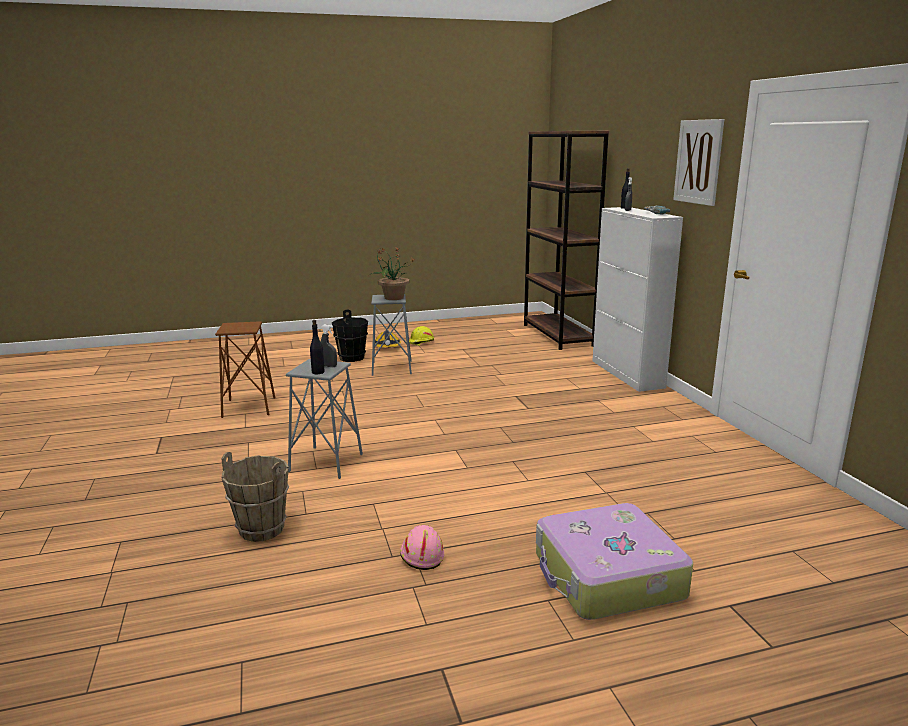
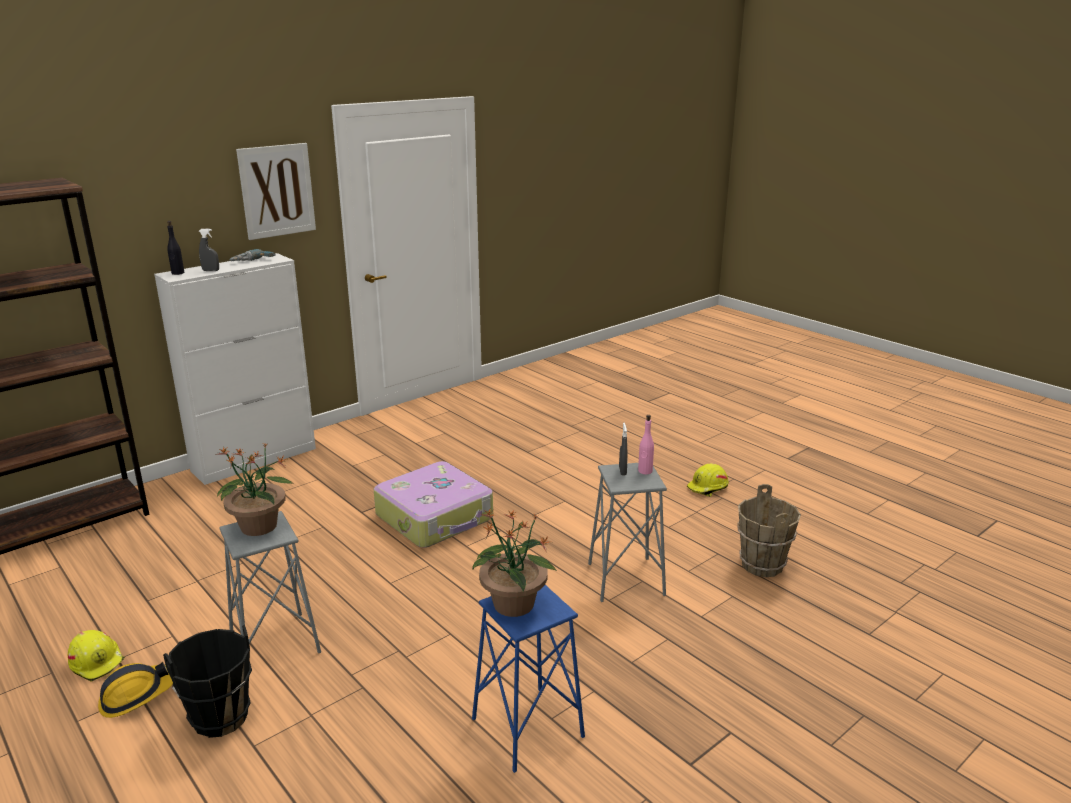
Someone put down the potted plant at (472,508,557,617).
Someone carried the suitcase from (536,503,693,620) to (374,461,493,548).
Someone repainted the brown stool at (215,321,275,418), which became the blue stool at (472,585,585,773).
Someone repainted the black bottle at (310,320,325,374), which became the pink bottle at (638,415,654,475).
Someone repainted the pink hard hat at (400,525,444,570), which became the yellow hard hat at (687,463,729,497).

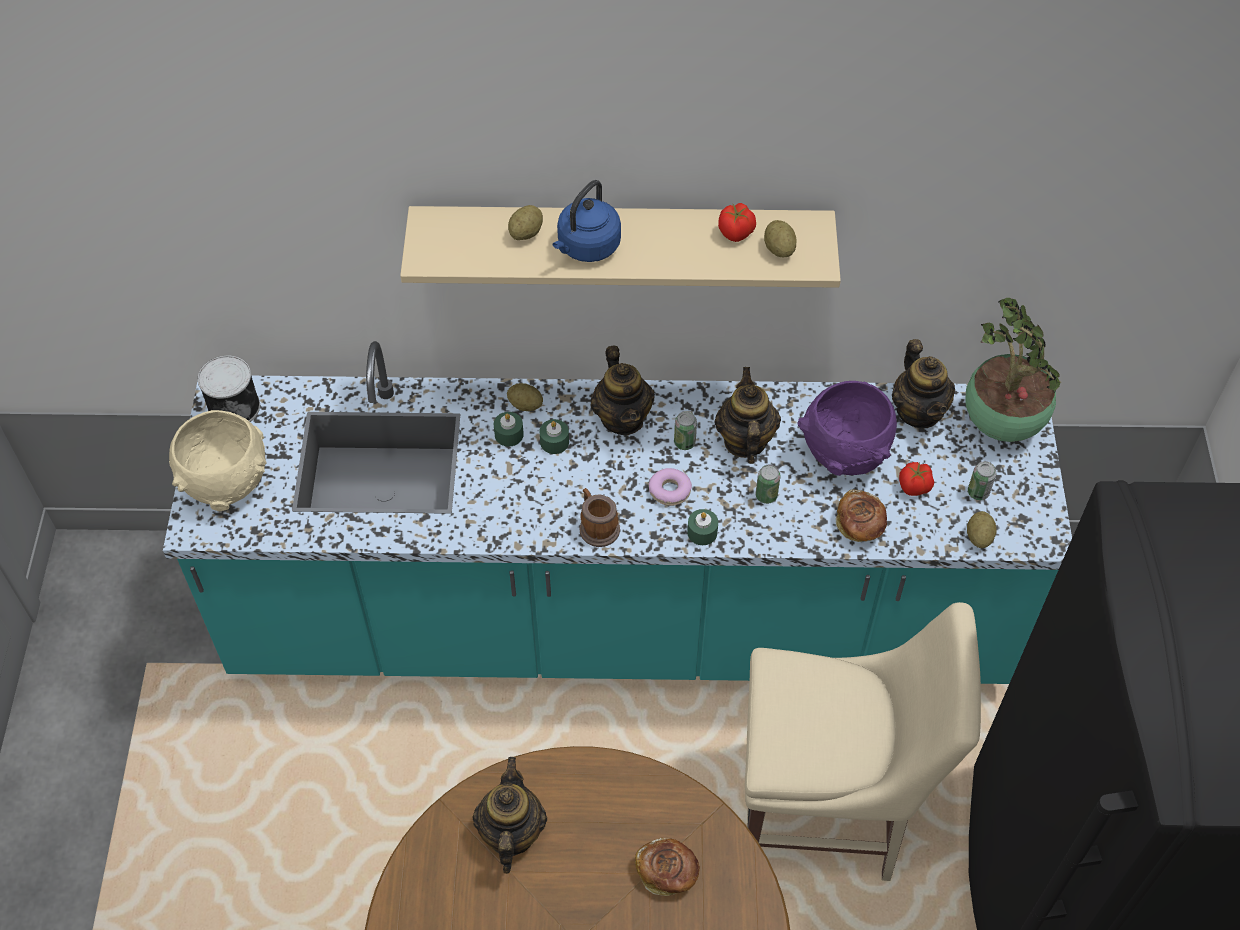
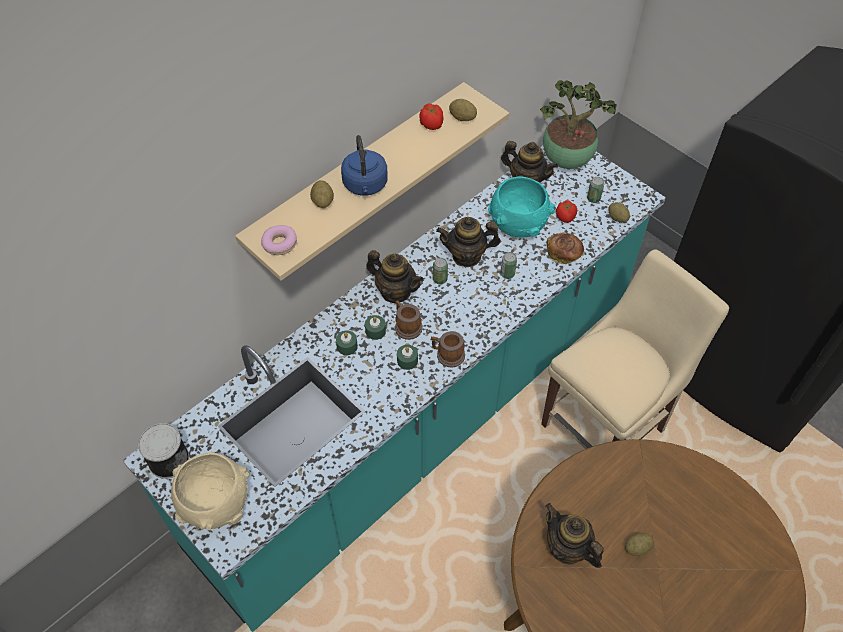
Someone took away the bread at (635,838,700,896).
Someone put down the mug at (395,300,423,340).
Someone carried the potato from (507,383,543,411) to (625,533,653,556).
Someone carried the donut from (649,468,692,506) to (261,225,297,255).
Someone carried the green candle from (687,509,718,545) to (397,345,418,370).
Someone repainted the purple bowl at (797,381,897,476), which became the turquoise bowl at (488,177,555,238).
Someone rotated the teapot at (714,367,781,464) by 45 degrees counterclockwise.

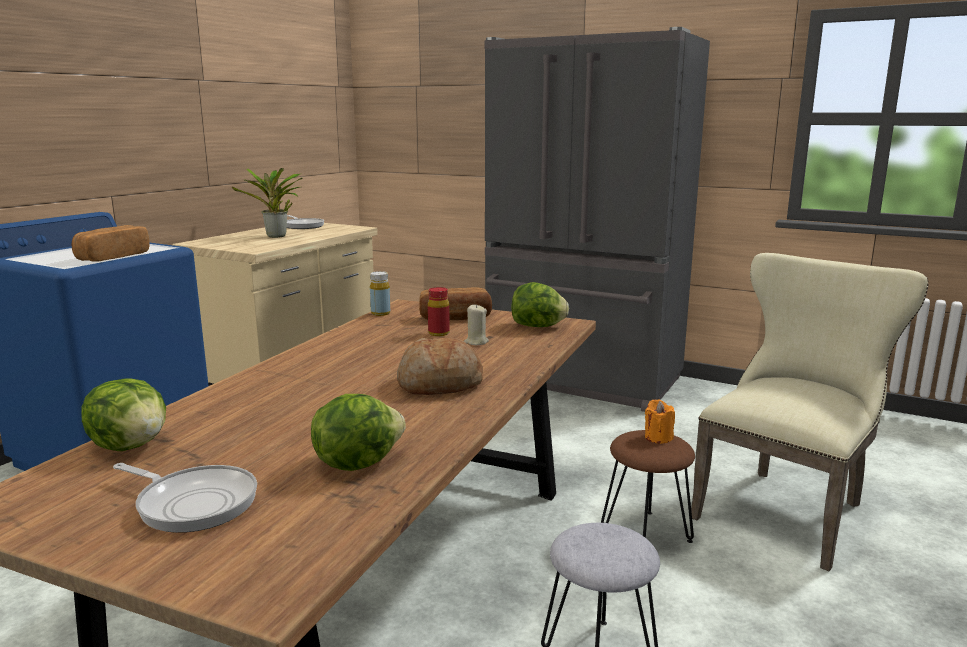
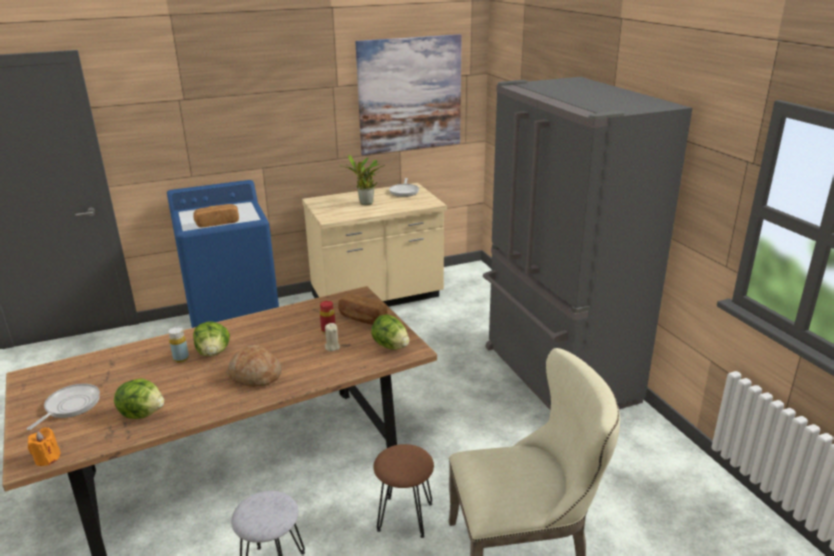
Someone put up the picture at (355,34,462,155).
Someone carried the lettuce from (81,379,166,451) to (193,321,230,356).
Someone carried the yellow bottle from (370,271,390,316) to (169,327,189,362).
Someone carried the orange candle from (645,399,675,444) to (28,427,60,466).
Someone rotated the frying pan at (113,463,257,533) by 135 degrees counterclockwise.

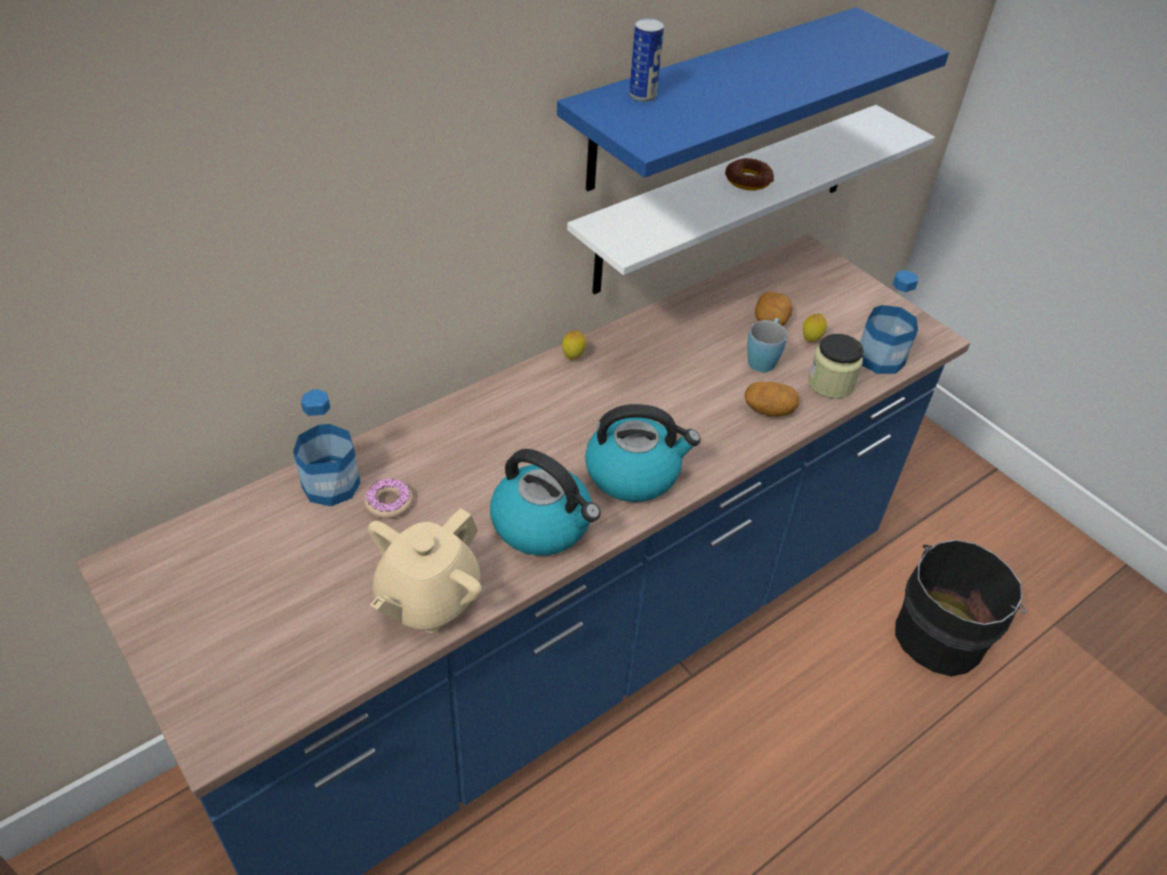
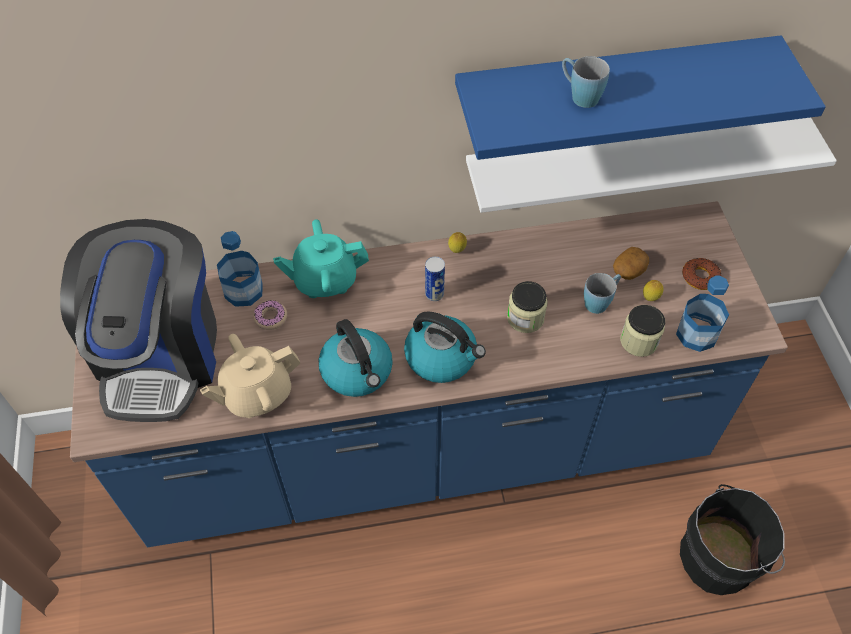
Someone took away the potato at (744,382,799,417).
Someone put down the coffee machine at (60,219,217,422).
Someone put down the turquoise teapot at (273,219,369,298).
Someone put down the jar at (507,281,548,333).
Someone put down the blue mug at (562,56,610,108).
Someone carried the can from (629,18,664,102) to (425,257,445,301).
Someone carried the donut from (725,158,774,191) to (682,258,721,290).

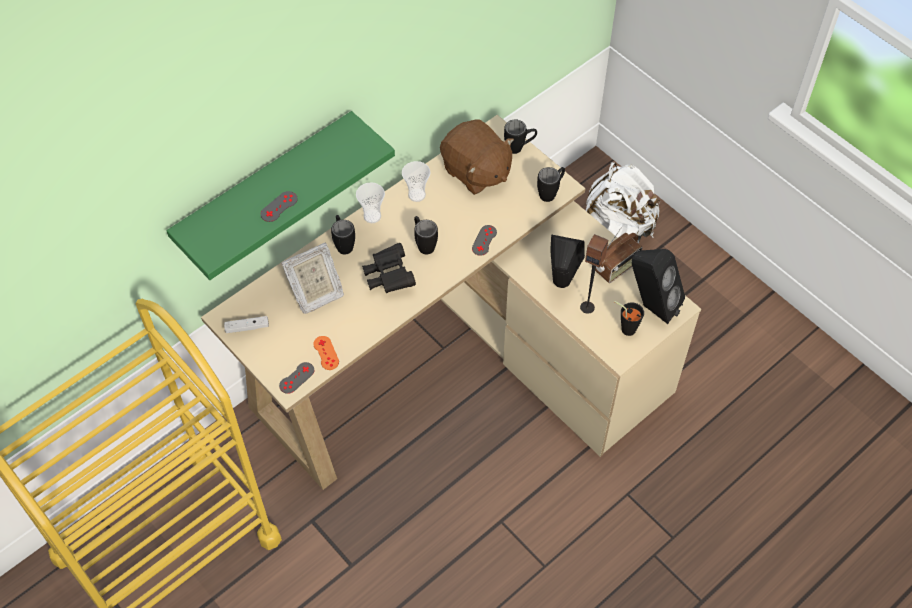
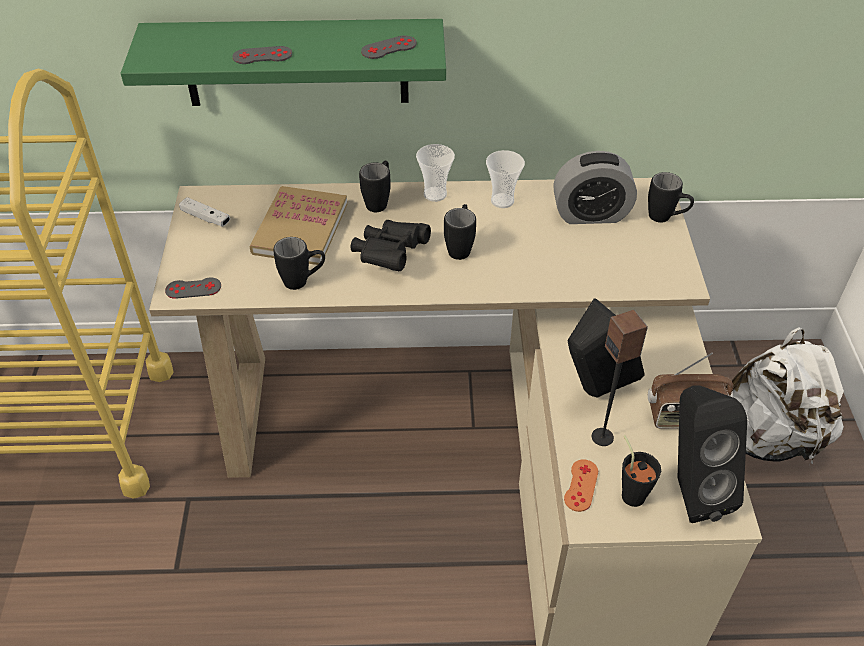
Someone carried the orange game controller from (313,336,339,370) to (564,459,598,512).
Someone carried the grey game controller from (472,225,497,256) to (361,35,417,59).
Someone carried the black mug from (537,167,565,202) to (273,237,325,290).
Someone swapped the picture frame at (281,243,344,314) for the book at (249,186,347,265).
Someone swapped the brown plush toy at (440,119,514,195) for the alarm clock at (553,151,637,224).

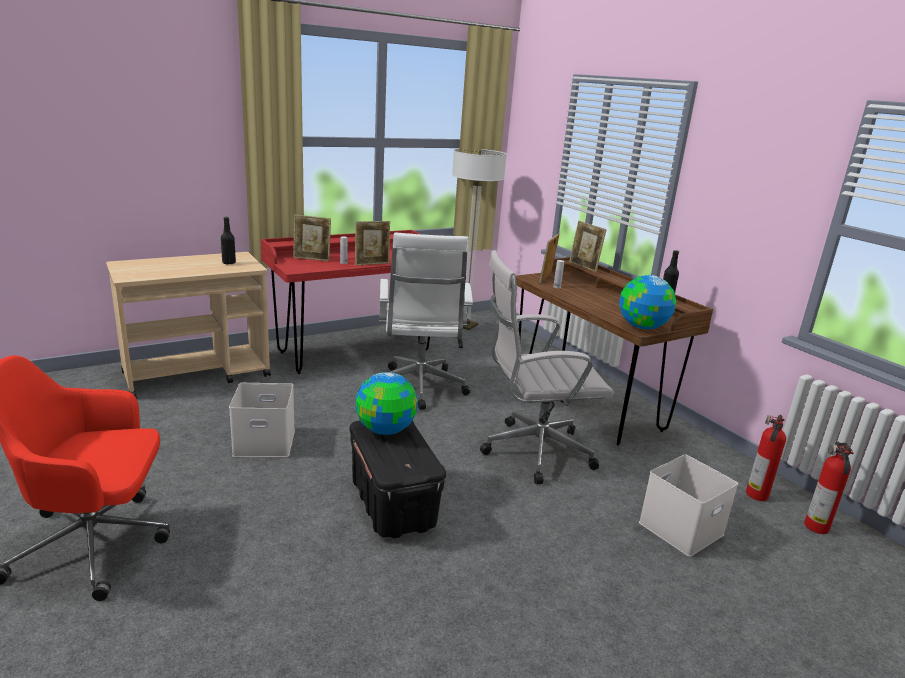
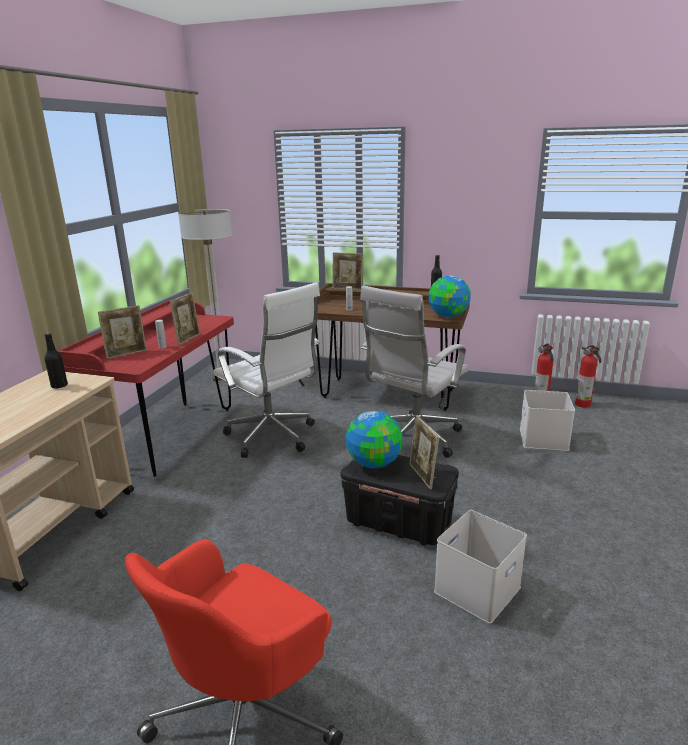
Someone carried the white storage box from (229,383,295,457) to (434,510,527,624).
Someone carried the picture frame from (539,233,559,283) to (409,415,439,490).

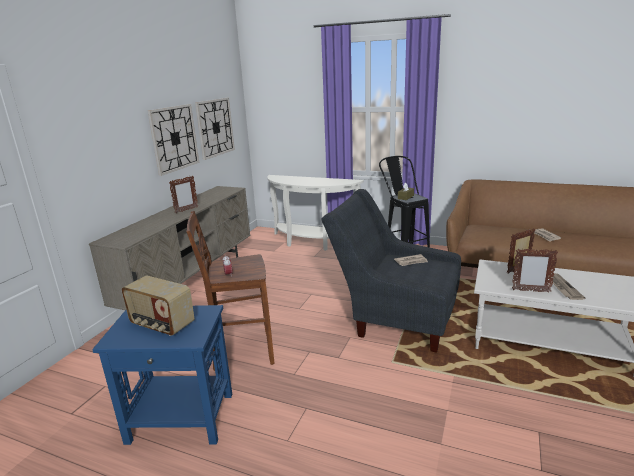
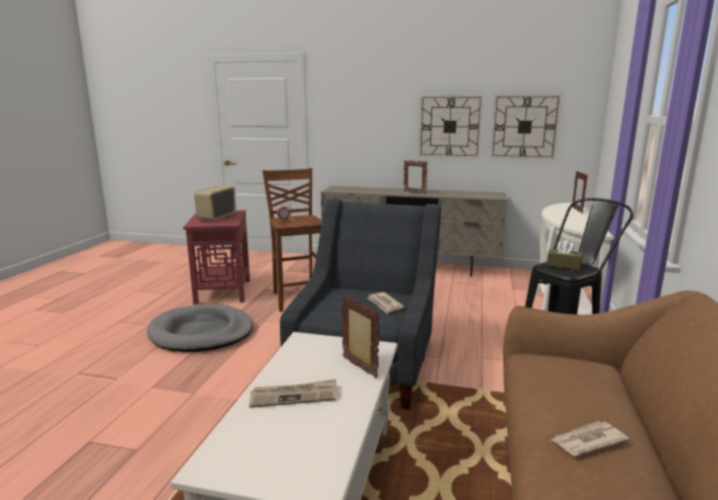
Someone put down the grey dog bed at (147,304,253,352).
Someone carried the picture frame from (512,248,558,293) to (572,171,588,213).
Someone repainted the blue side table at (92,305,232,445), which became the red side table at (183,210,250,305).

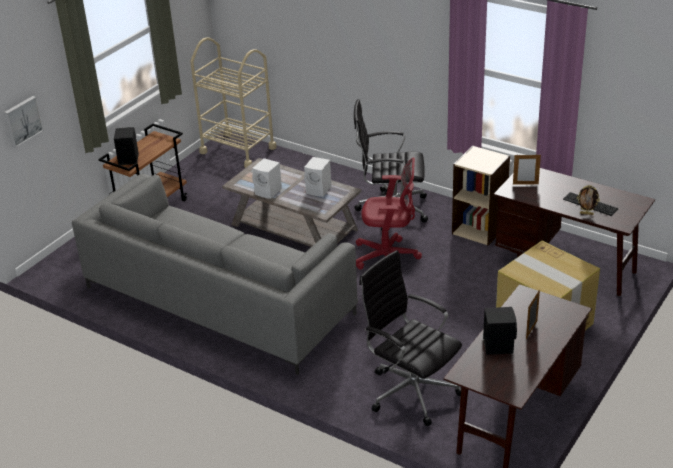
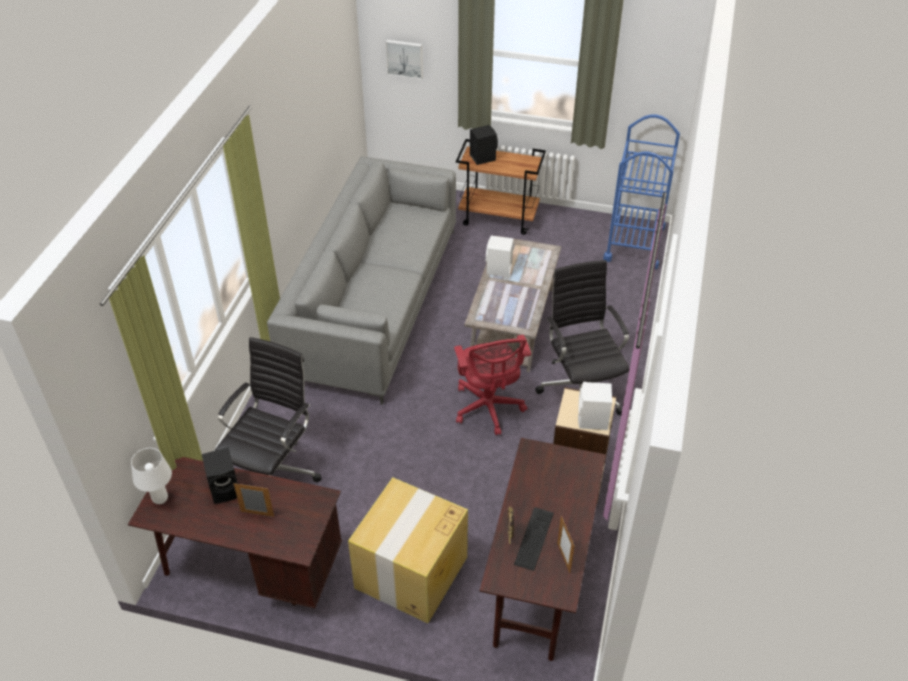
Someone put down the white table lamp at (131,448,172,504).
Someone carried the white speaker from (304,157,331,197) to (578,382,612,430).
Someone carried the picture frame from (513,155,541,185) to (557,516,575,573).
Someone repainted the beige cart at (190,37,277,168), which became the blue cart at (603,115,680,269).

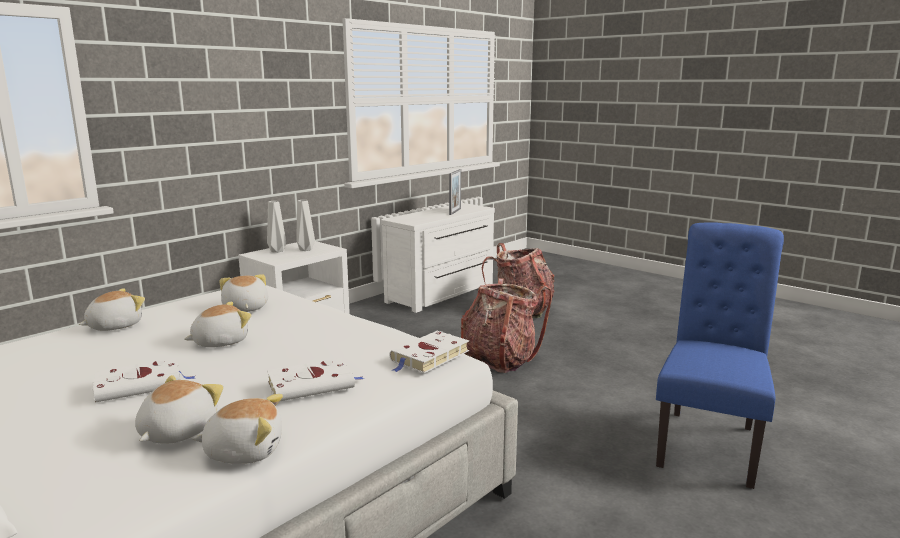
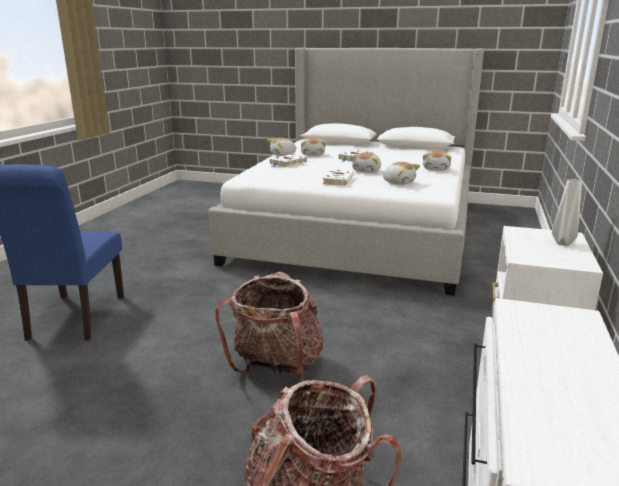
Someone took away the grey vase at (296,200,315,251).
Someone took away the picture frame at (449,169,461,215).
Someone carried the white book from (390,331,469,373) to (322,170,354,186).

